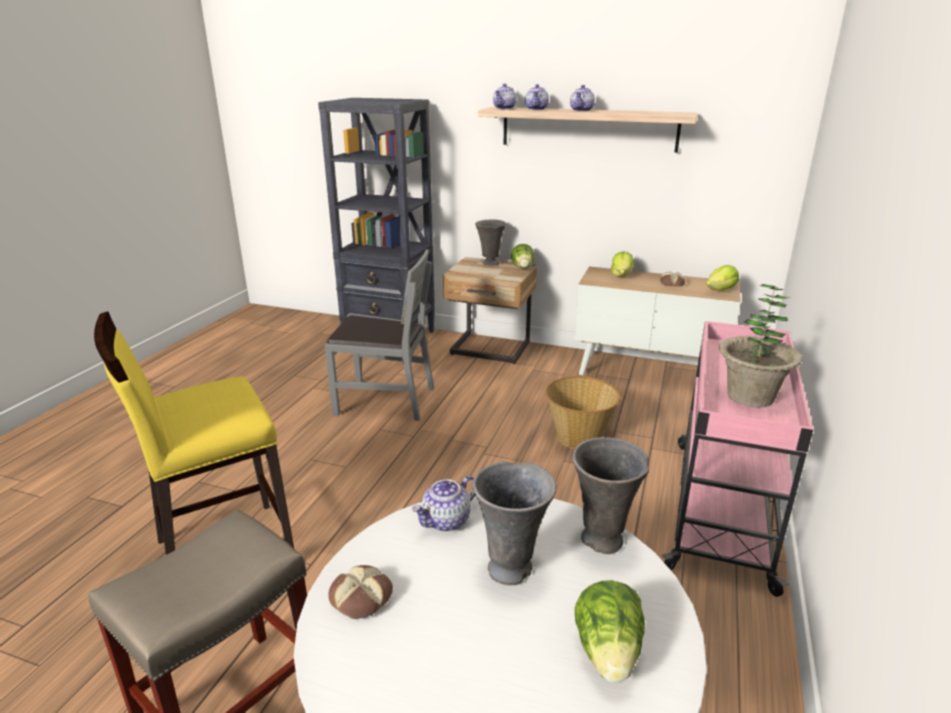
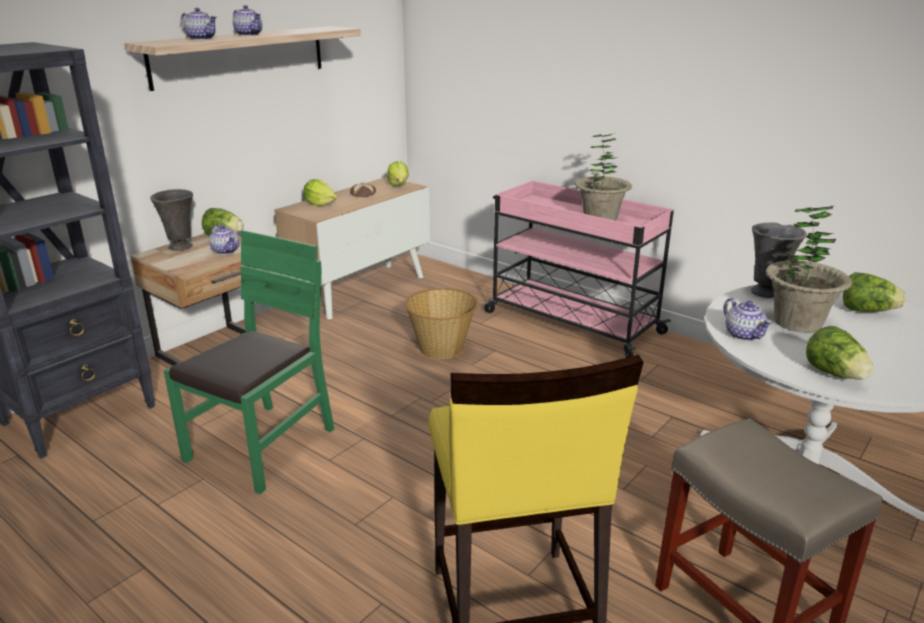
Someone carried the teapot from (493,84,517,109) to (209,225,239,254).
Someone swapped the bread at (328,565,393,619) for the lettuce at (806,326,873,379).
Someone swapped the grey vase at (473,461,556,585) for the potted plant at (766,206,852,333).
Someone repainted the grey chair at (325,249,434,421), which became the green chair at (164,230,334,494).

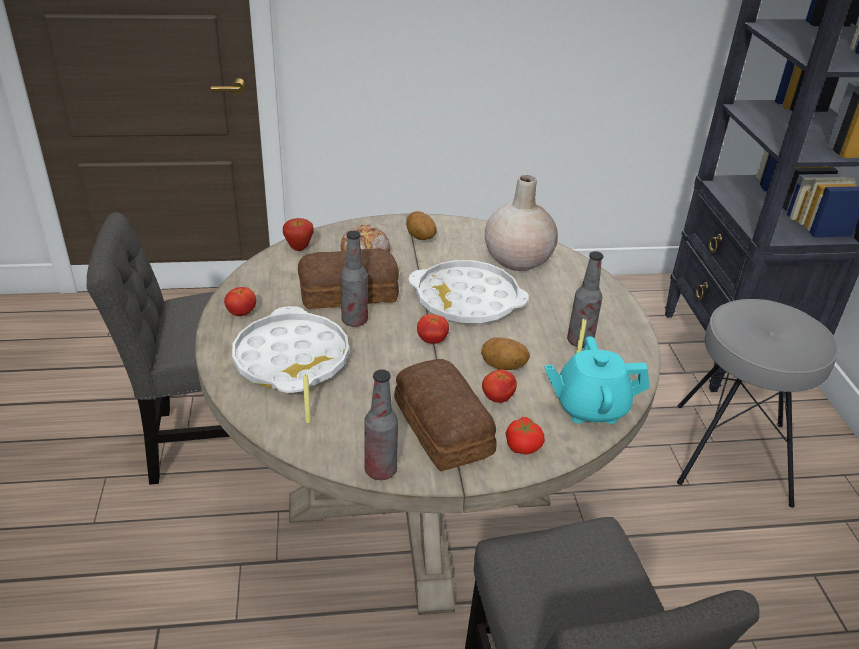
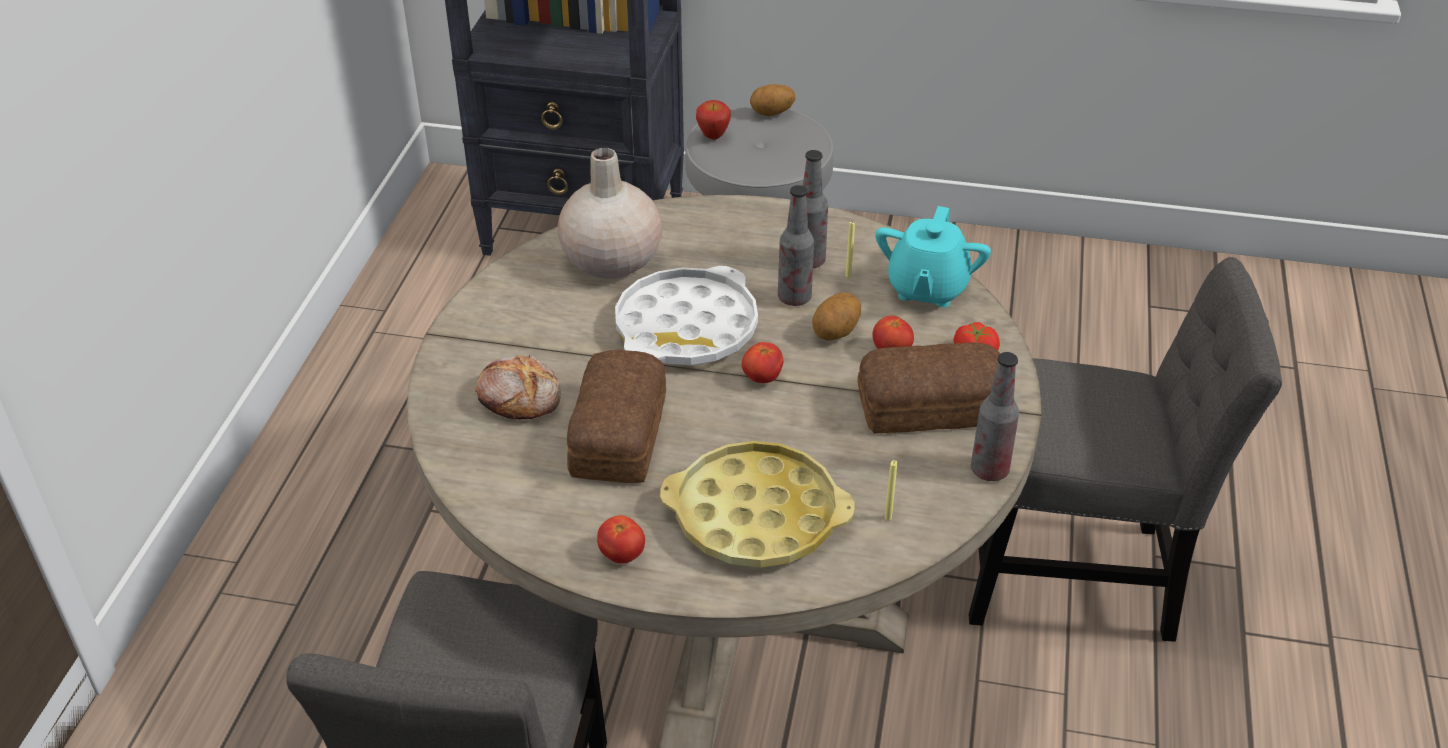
Someone carried the apple from (283,218,314,251) to (696,100,731,140).
Someone carried the bottle from (341,231,368,327) to (778,185,814,306).
Someone carried the potato from (406,211,437,240) to (750,84,796,116).
Someone repainted the white tray at (232,306,349,393), which became the yellow tray at (660,441,855,568).

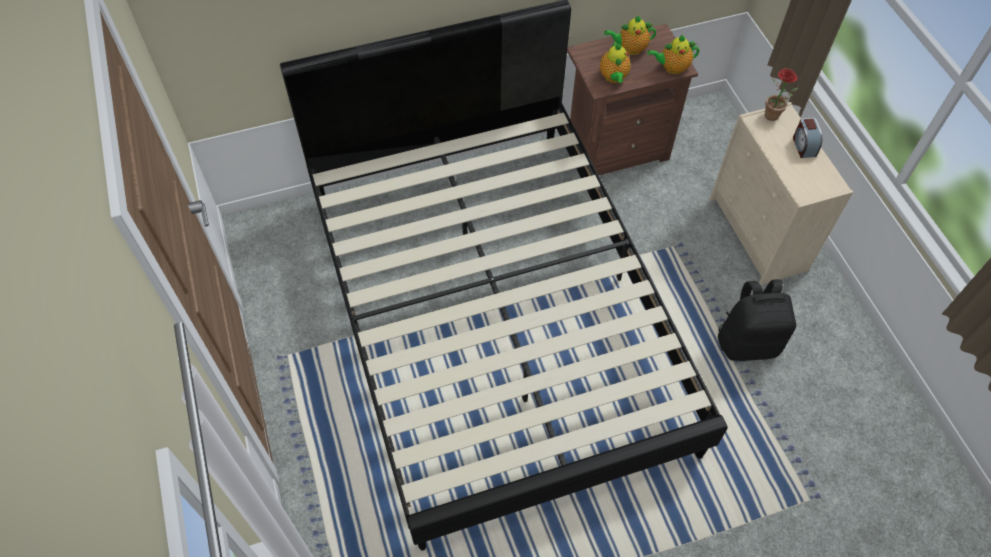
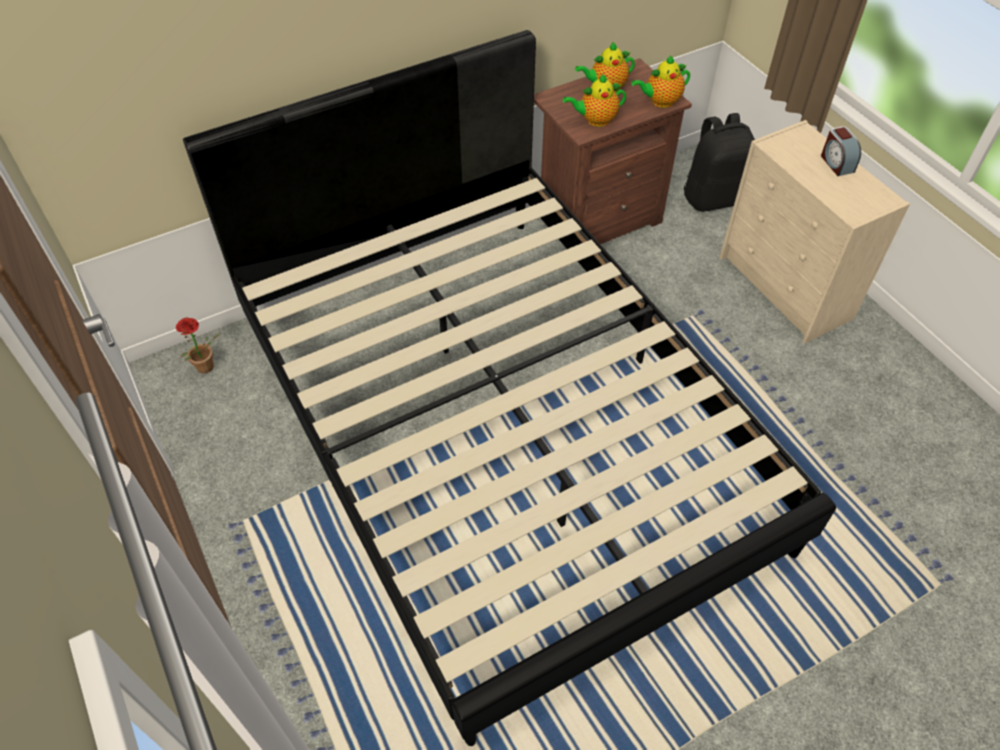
Someone carried the black backpack from (718,279,796,361) to (684,113,755,212).
Someone carried the potted plant from (765,68,798,121) to (176,317,220,373).
Someone rotated the teapot at (600,42,631,83) by 90 degrees clockwise.

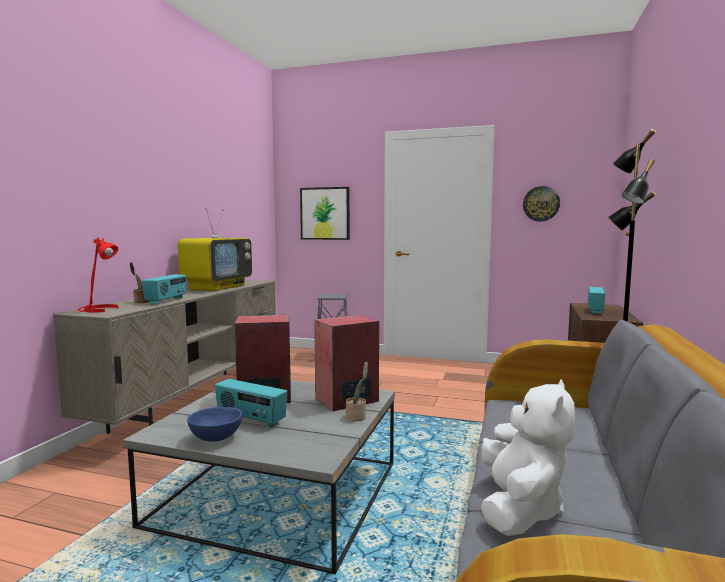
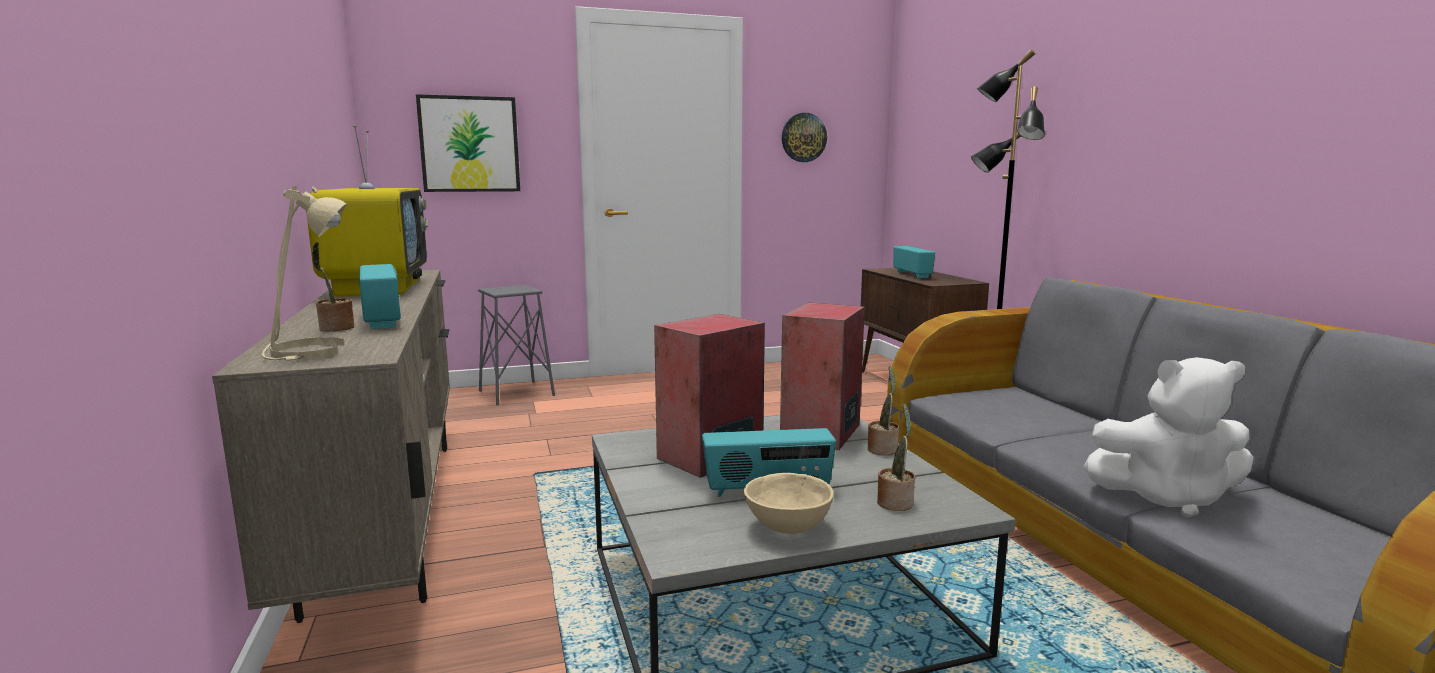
Someone put down the potted plant at (877,403,915,511).
Someone repainted the red table lamp at (77,238,119,313), which became the beige table lamp at (262,186,347,361).
Someone repainted the blue bowl at (187,407,243,442), which became the beige bowl at (744,473,834,534).
Someone rotated the white plush toy at (481,379,575,536) by 120 degrees clockwise.

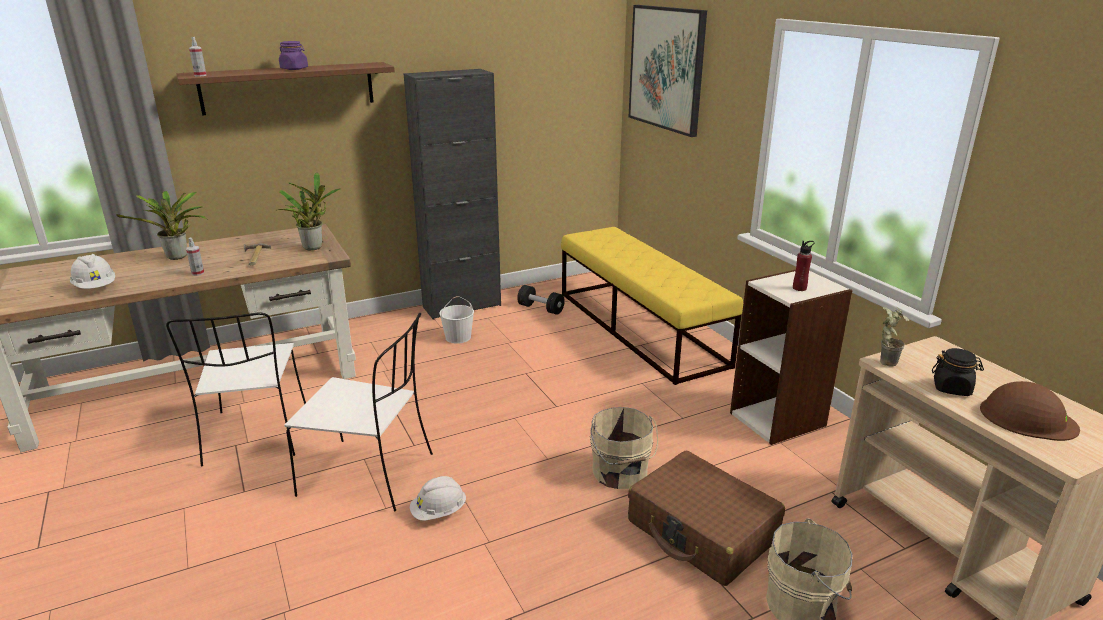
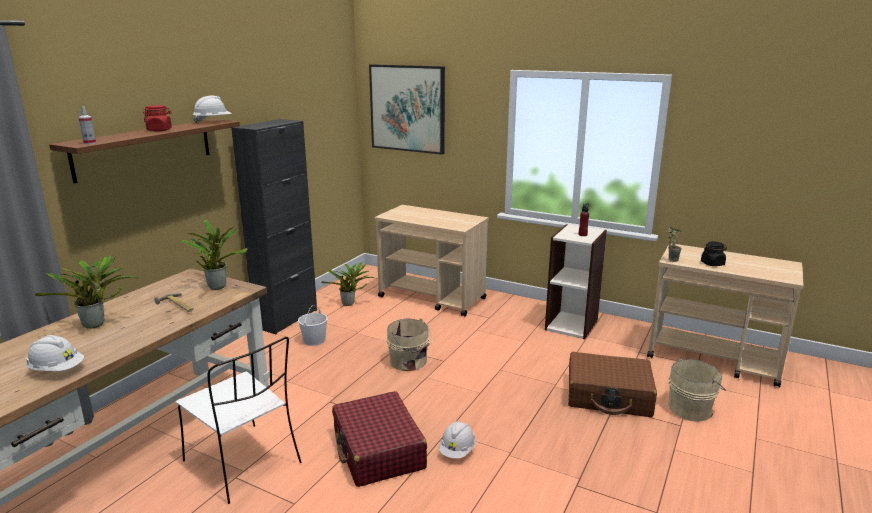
Someone took away the spray bottle at (186,238,204,276).
Someone took away the brown hard hat at (980,381,1080,441).
Someone put down the white hard hat at (193,96,232,123).
Someone carried the beige bucket from (590,407,658,489) to (387,318,433,371).
Someone swapped the white chair at (284,313,433,512) for the red suitcase at (332,391,427,487).
Someone swapped the black dumbbell at (517,285,565,315) for the potted plant at (321,262,377,306).
Someone swapped the yellow bench at (561,227,743,385) for the beige cart at (375,205,489,317).
Someone repainted the purple jar at (279,41,308,70), which became the red jar at (143,105,172,131).

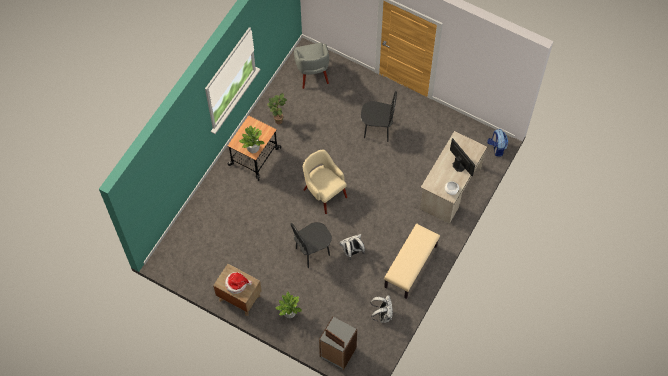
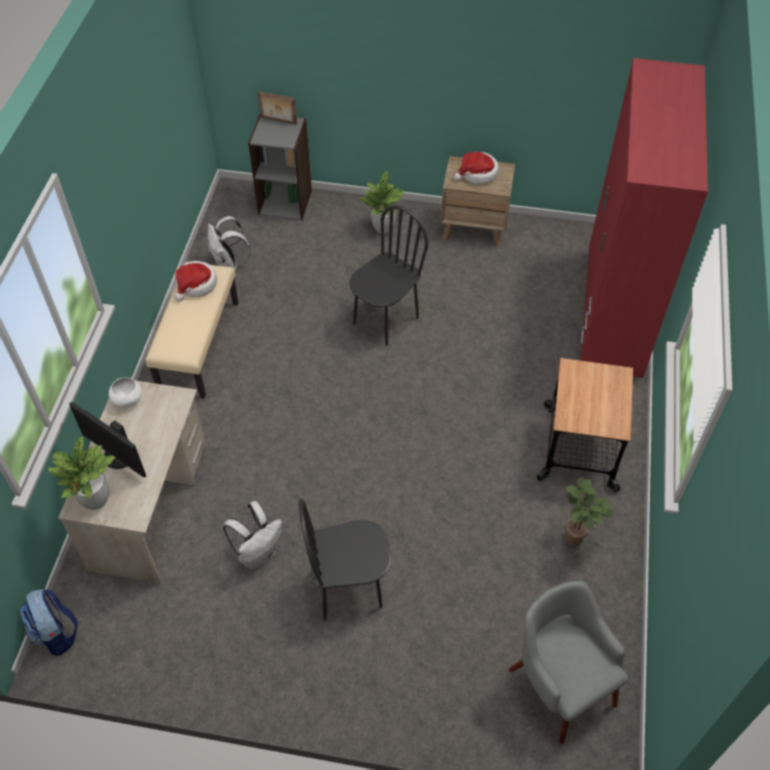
Someone took away the beige armchair at (303,150,347,214).
Someone put down the hat at (174,261,217,302).
Someone put down the red wardrobe at (581,58,708,377).
Someone carried the potted plant from (238,126,264,153) to (49,437,115,510).
Someone carried the white backpack from (339,234,365,260) to (223,501,282,569).

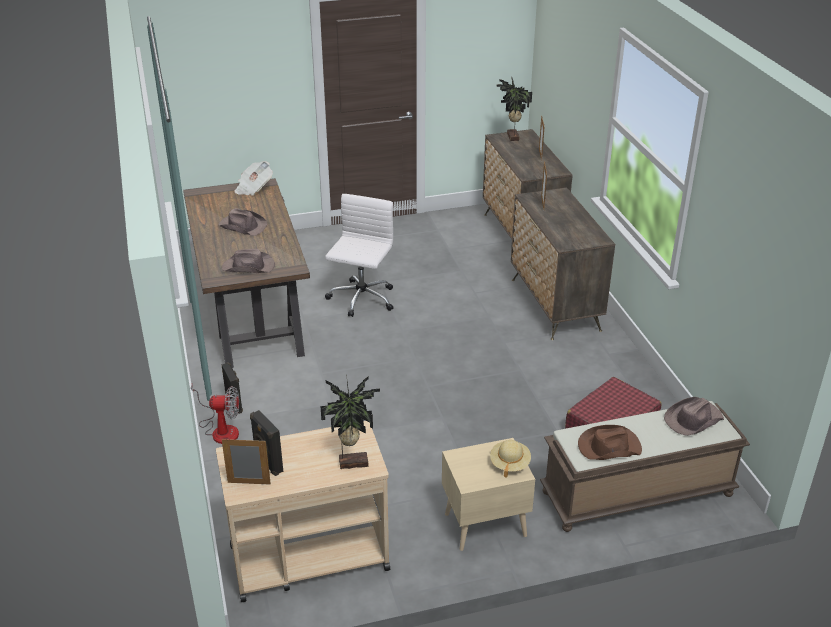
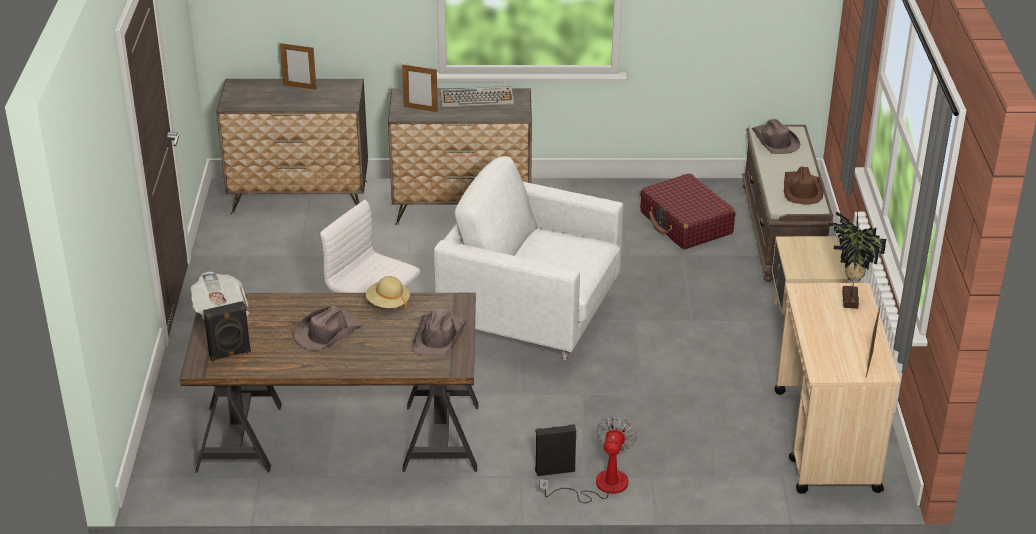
Someone took away the potted plant at (496,77,532,141).
Someone put down the white armchair at (434,156,623,360).
Someone put down the keyboard at (440,86,514,110).
Someone carried the black speaker from (250,410,283,476) to (203,301,251,361).
Someone carried the beige hat from (490,440,531,478) to (366,276,410,311).

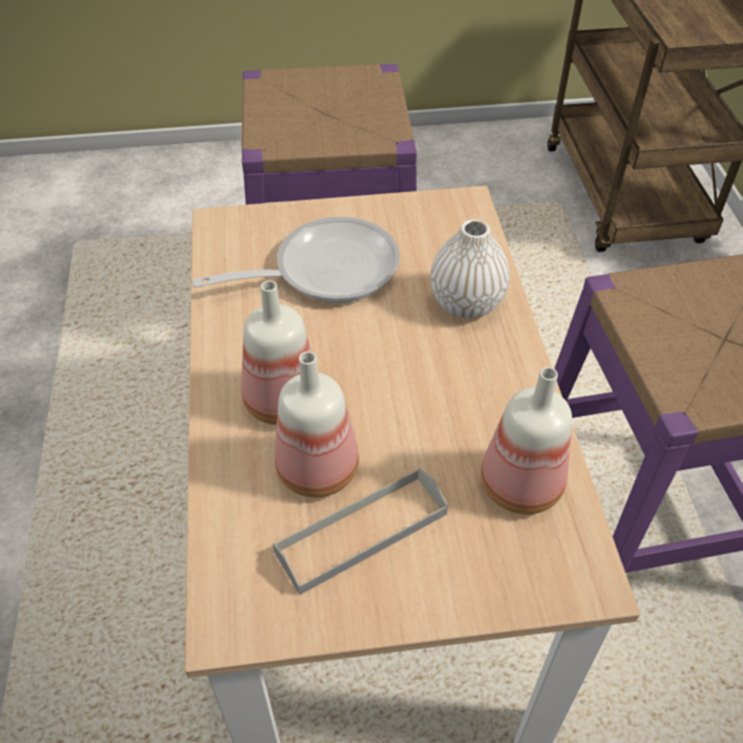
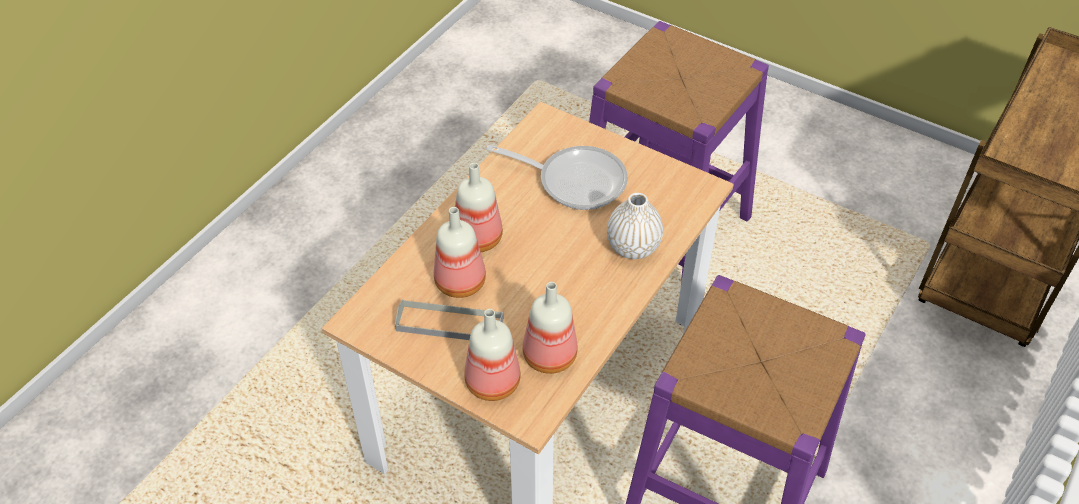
Someone put down the bottle at (464,309,521,401).

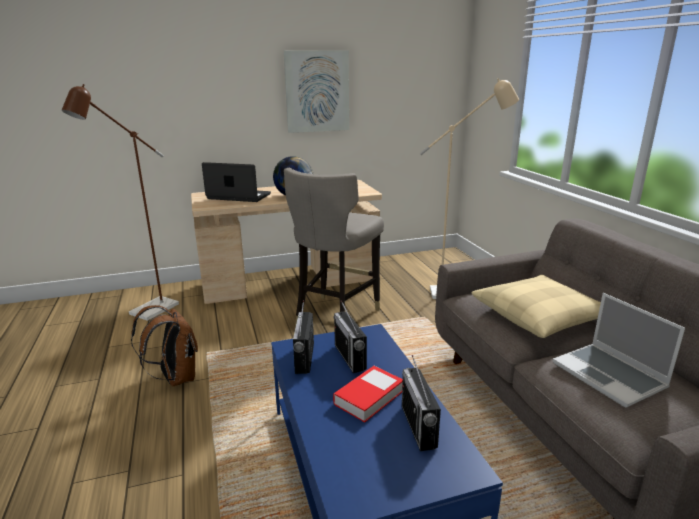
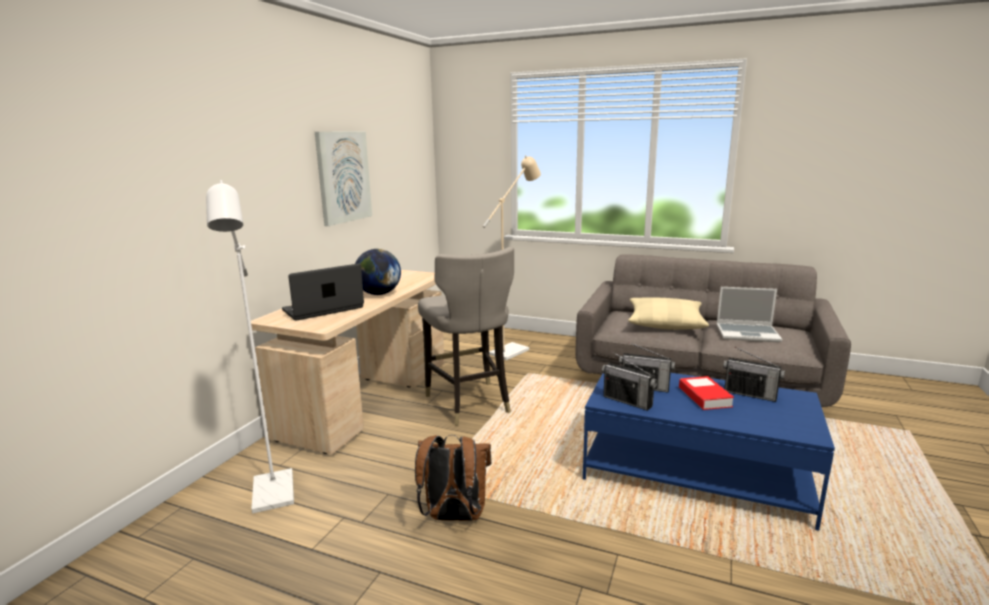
Someone repainted the brown floor lamp at (62,84,179,321), which became the white floor lamp at (206,180,294,514).

